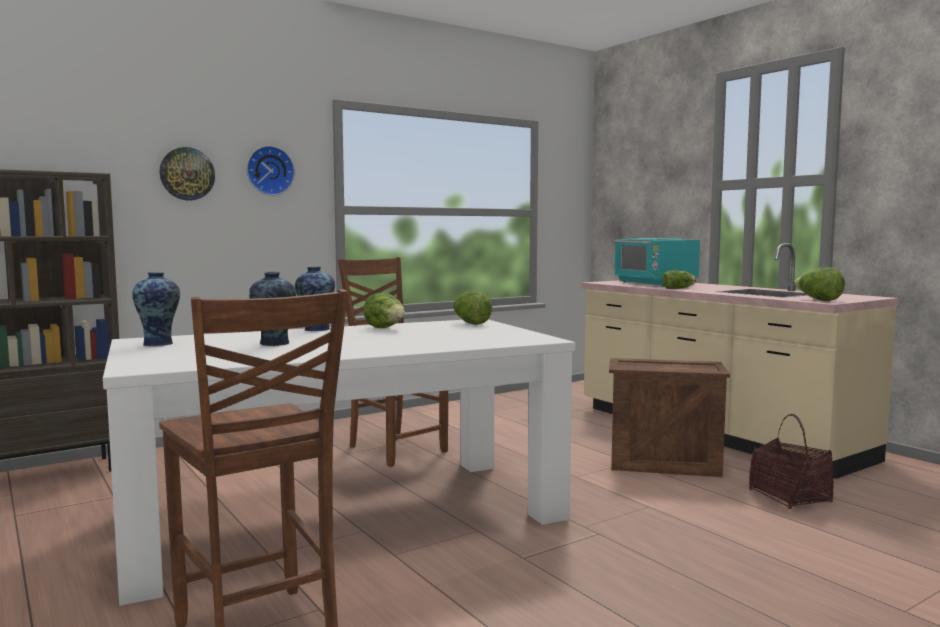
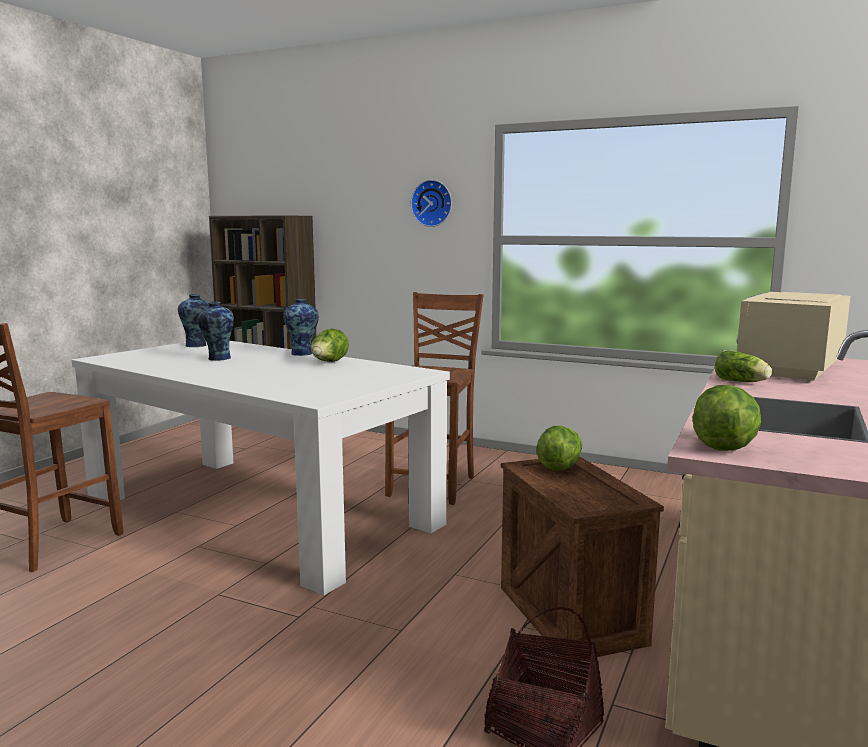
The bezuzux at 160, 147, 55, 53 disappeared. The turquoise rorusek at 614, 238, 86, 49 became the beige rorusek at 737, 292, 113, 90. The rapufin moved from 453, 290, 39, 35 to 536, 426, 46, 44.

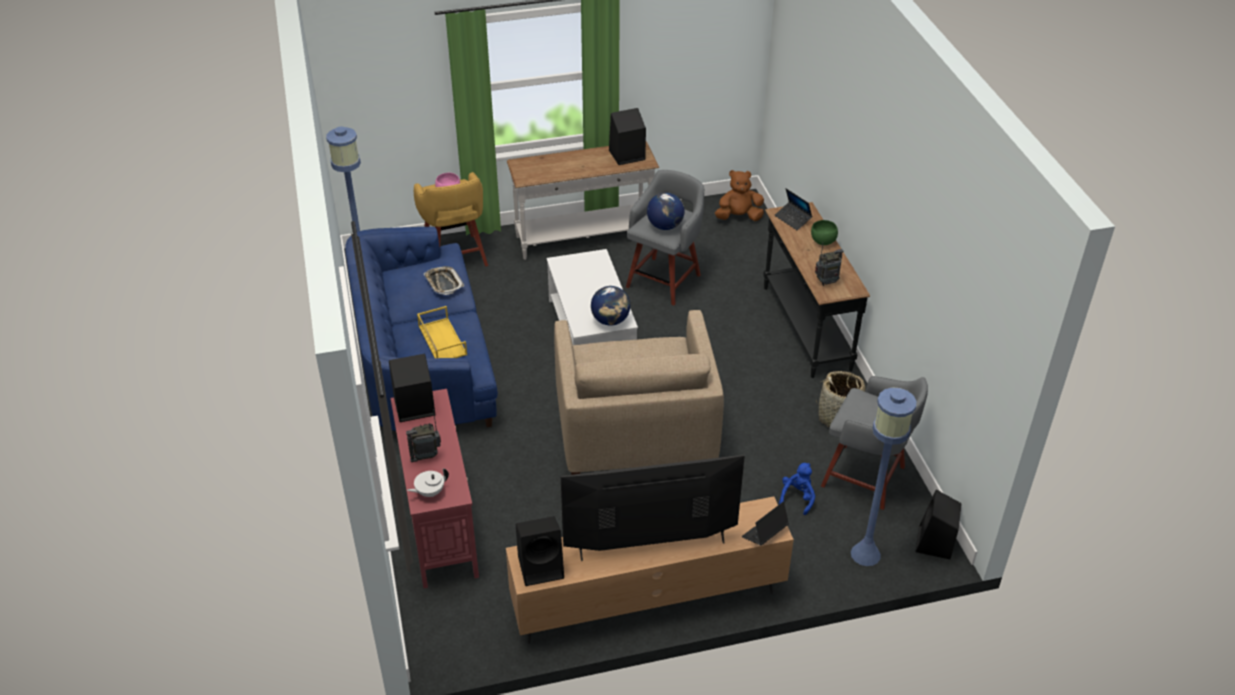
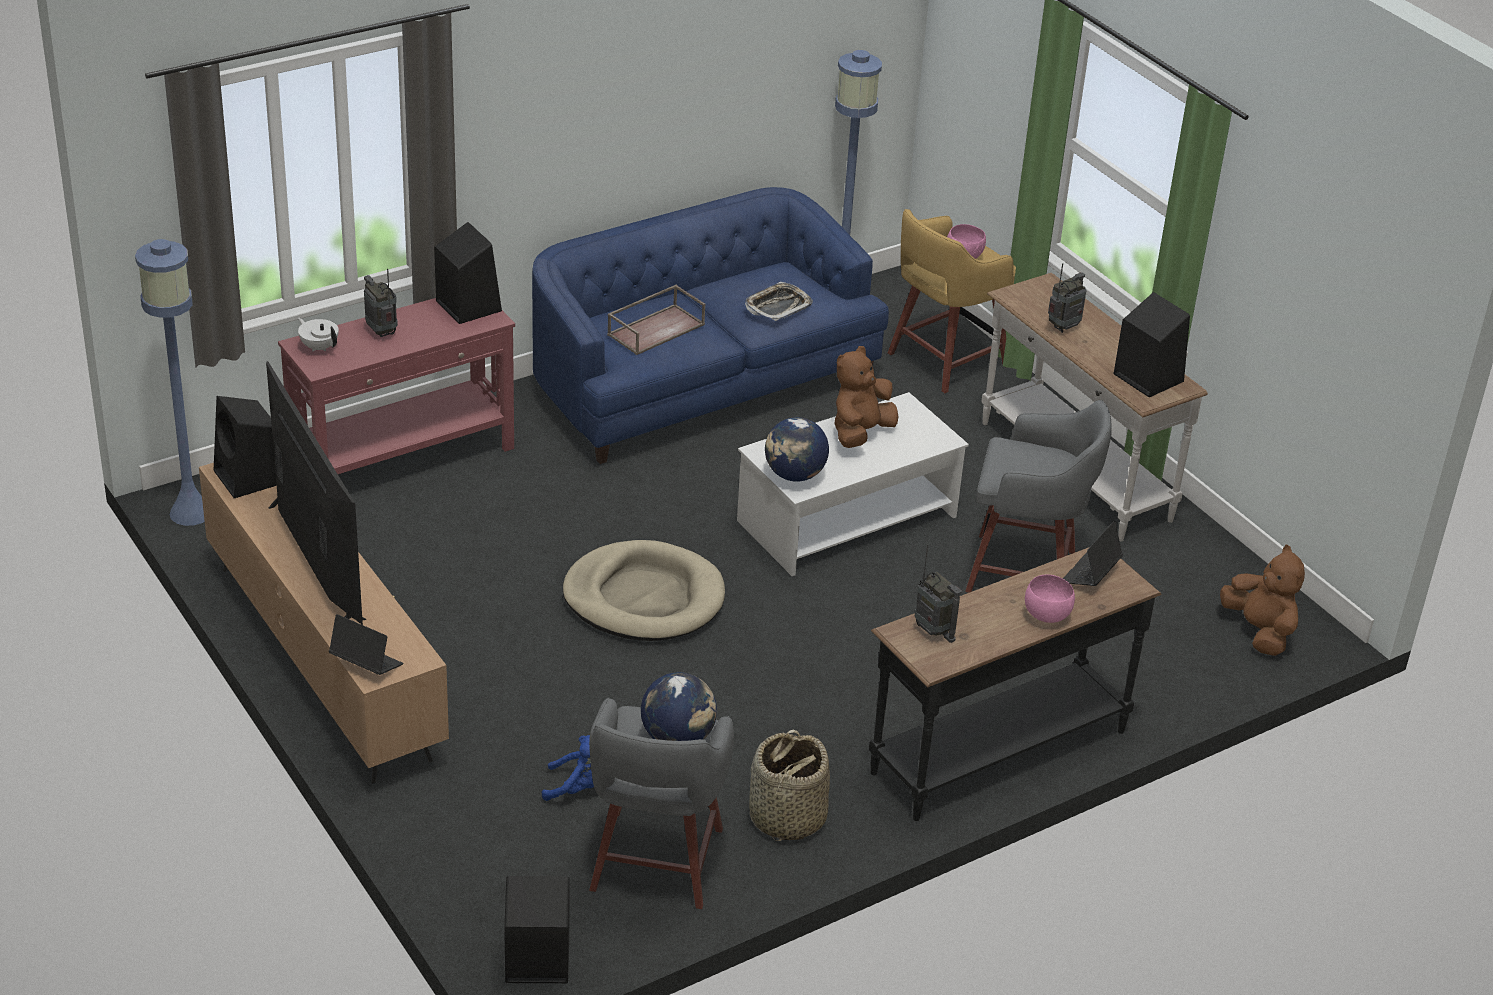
The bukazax moved from 647, 192, 37, 38 to 641, 672, 76, 69. The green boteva at 811, 220, 27, 25 became the pink boteva at 1025, 574, 50, 49. The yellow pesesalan at 417, 306, 50, 52 became the brown pesesalan at 607, 285, 98, 70. The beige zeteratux at 554, 310, 170, 165 was replaced by the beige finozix at 563, 540, 162, 101. The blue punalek moved from 851, 387, 65, 179 to 135, 239, 70, 287. The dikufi at 1048, 263, 38, 70 appeared. The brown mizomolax at 835, 346, 63, 102 appeared.

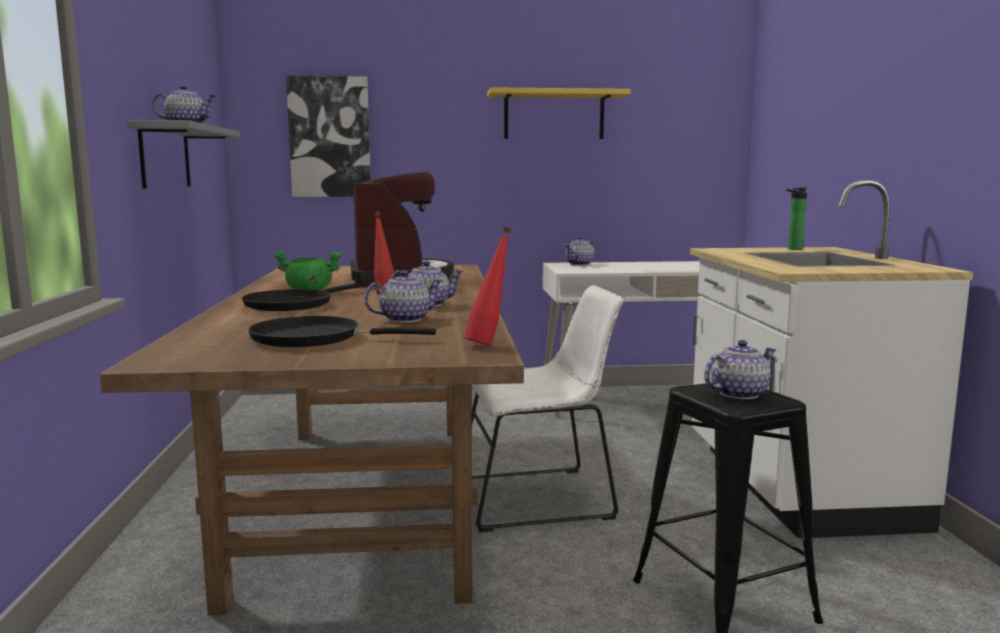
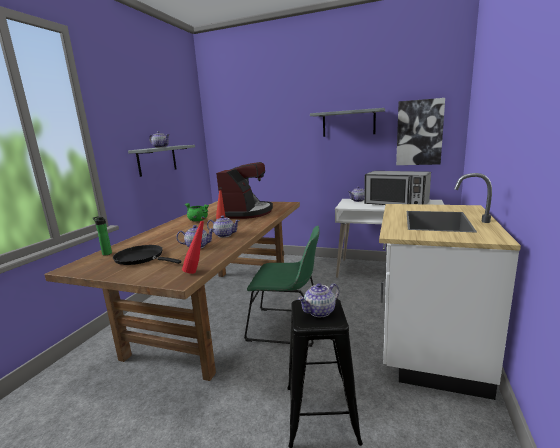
The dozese moved from 286, 76, 85, 121 to 396, 98, 49, 67. The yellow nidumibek at 487, 87, 144, 52 became the grey nidumibek at 310, 108, 75, 29. The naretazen moved from 786, 188, 21, 62 to 93, 217, 19, 38. The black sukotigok at 242, 283, 119, 28 disappeared. The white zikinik at 471, 285, 152, 247 became the green zikinik at 244, 226, 75, 121. The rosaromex at 704, 340, 72, 59 turned 150 degrees clockwise. The rorusek at 364, 171, 67, 34 appeared.

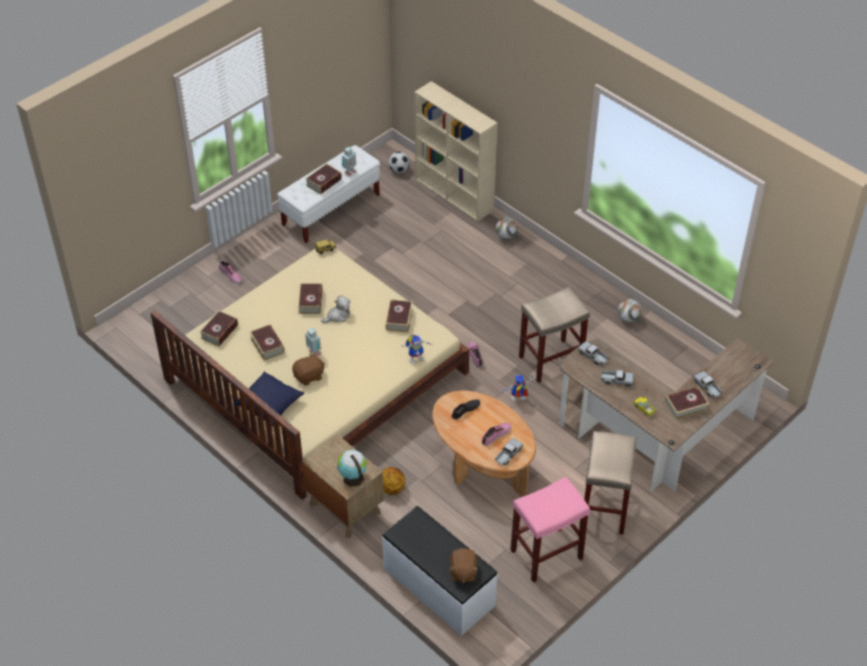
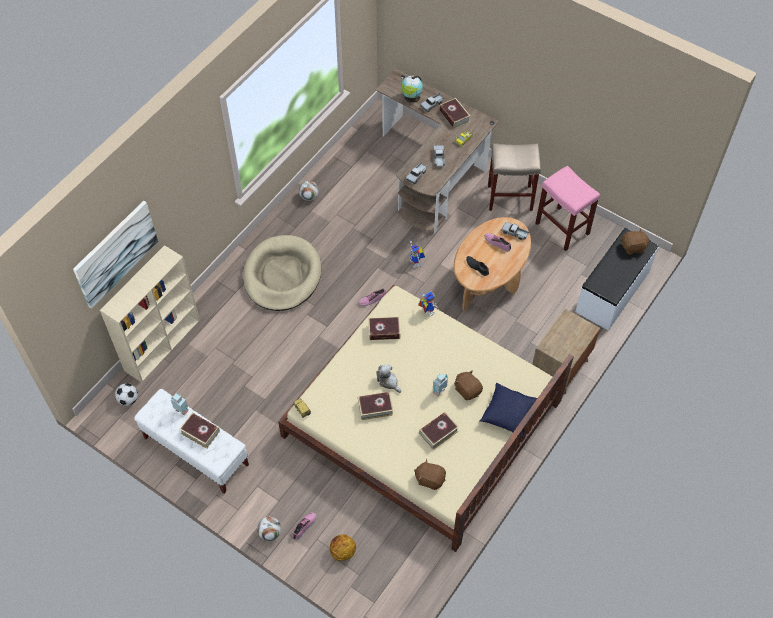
The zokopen moved from 496, 217, 22, 22 to 257, 517, 24, 24. The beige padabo at 519, 287, 71, 96 disappeared. The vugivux at 199, 310, 39, 37 was replaced by the brown mizomolax at 414, 459, 32, 31. The bukazax moved from 337, 450, 30, 37 to 401, 76, 22, 27. The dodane moved from 382, 467, 23, 28 to 330, 534, 26, 27. The dozese at 73, 201, 85, 108 appeared. The beige finozix at 243, 235, 79, 76 appeared.

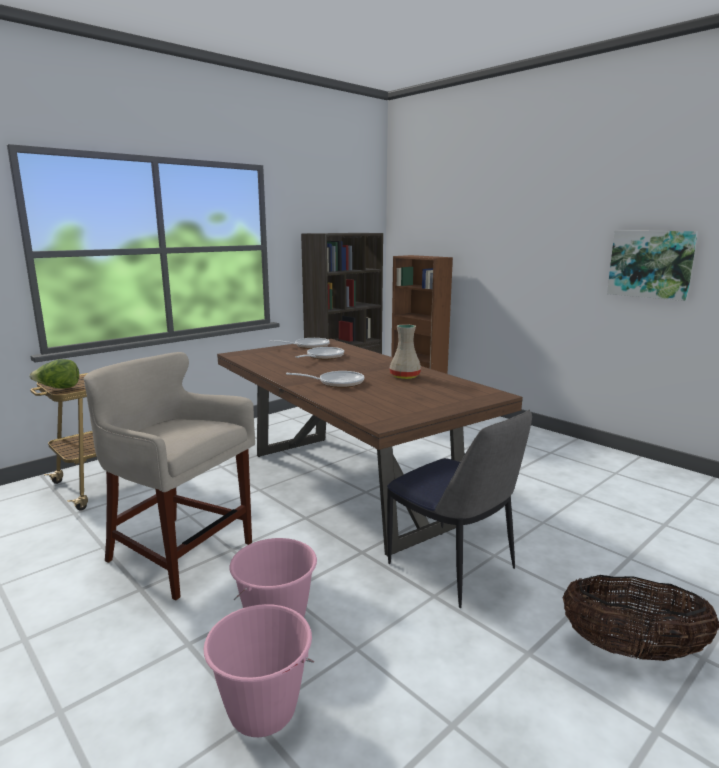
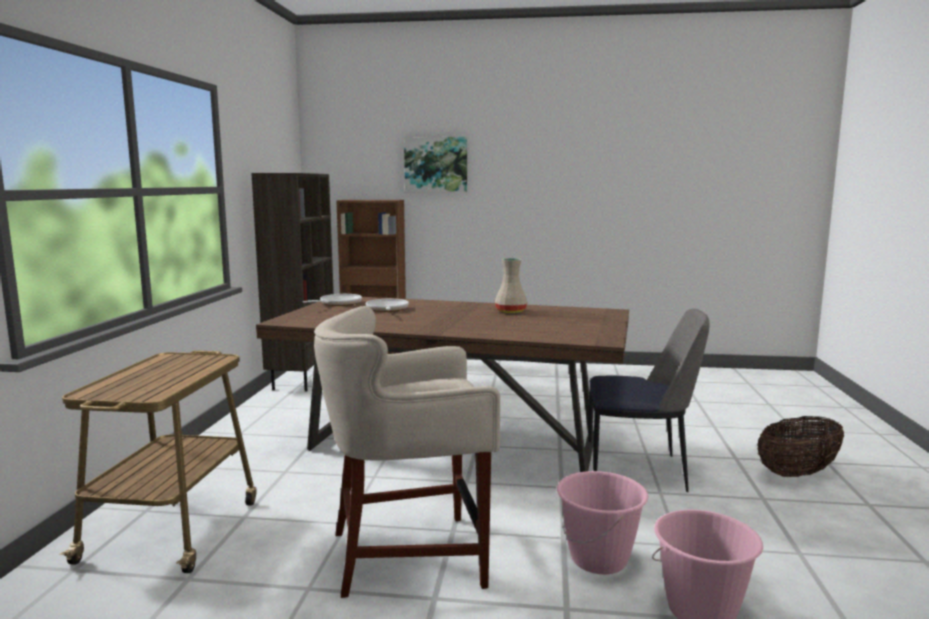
The dozese moved from 607, 231, 91, 70 to 404, 137, 63, 55. The rapufin at 30, 359, 49, 30 disappeared. The sukotigok at 286, 371, 78, 17 disappeared.

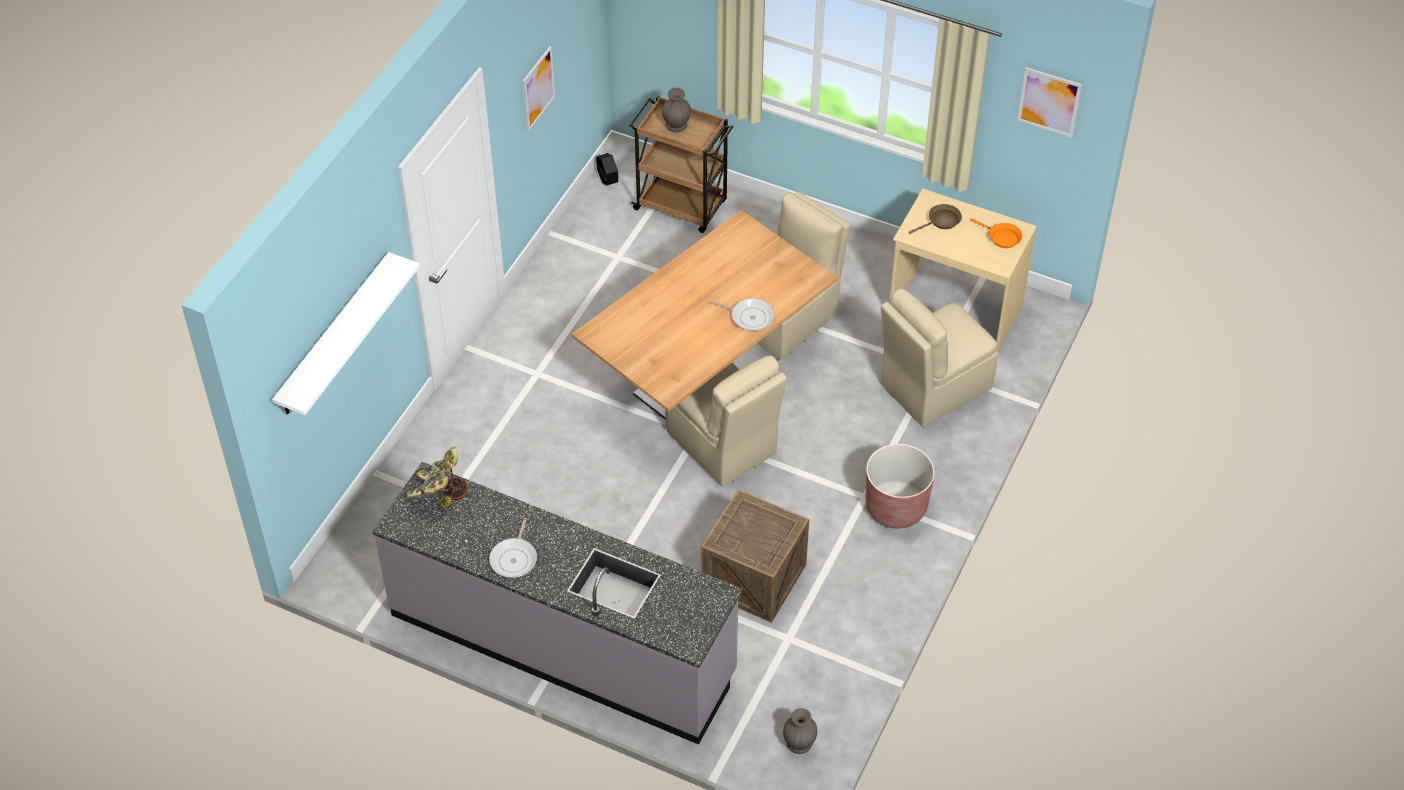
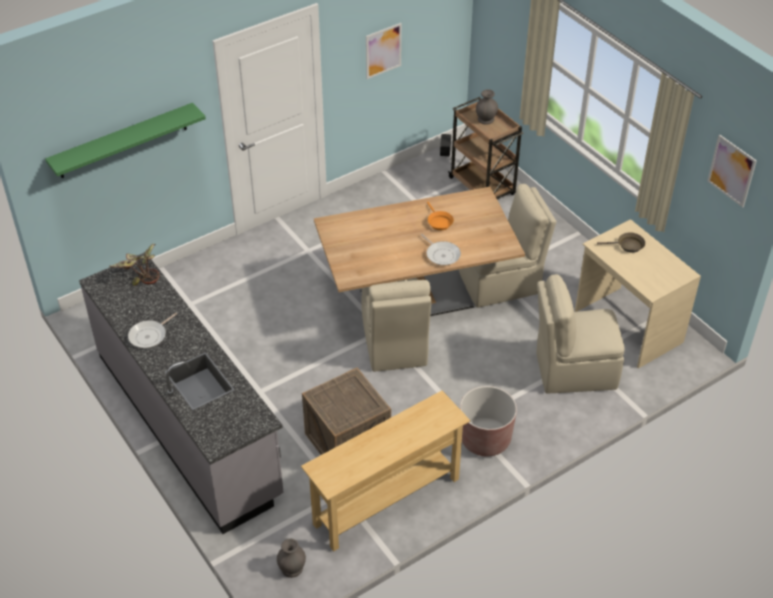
The orange sukotigok moved from 970, 218, 52, 30 to 427, 202, 27, 28. The white nidumibek at 272, 252, 148, 163 became the green nidumibek at 45, 103, 161, 75. The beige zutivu at 301, 390, 169, 161 appeared.

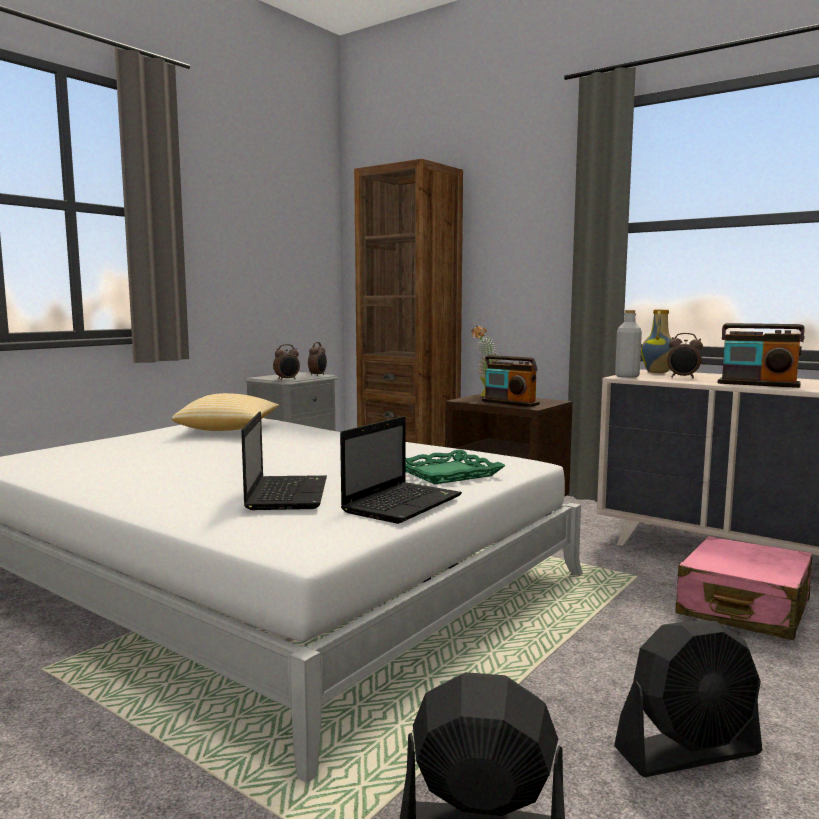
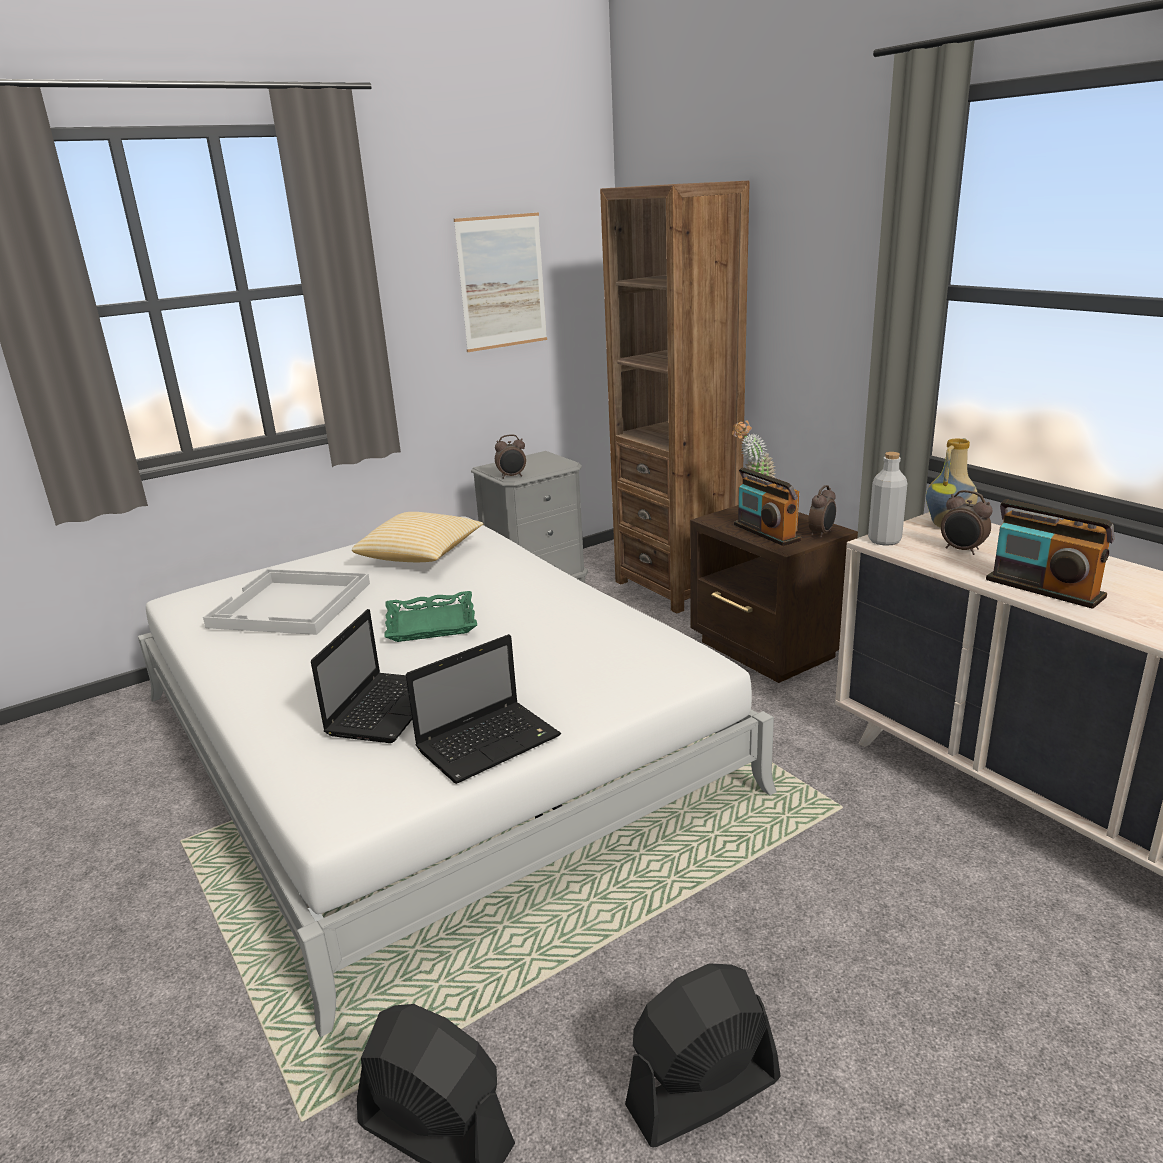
The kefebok moved from 308, 342, 19, 34 to 808, 485, 28, 53. The green pesesalan moved from 406, 450, 100, 34 to 384, 591, 93, 51. The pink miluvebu at 676, 536, 136, 104 disappeared. The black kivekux at 614, 621, 148, 156 turned 150 degrees clockwise. The dozese at 454, 212, 93, 140 appeared. The white pesesalan at 203, 569, 167, 66 appeared.

